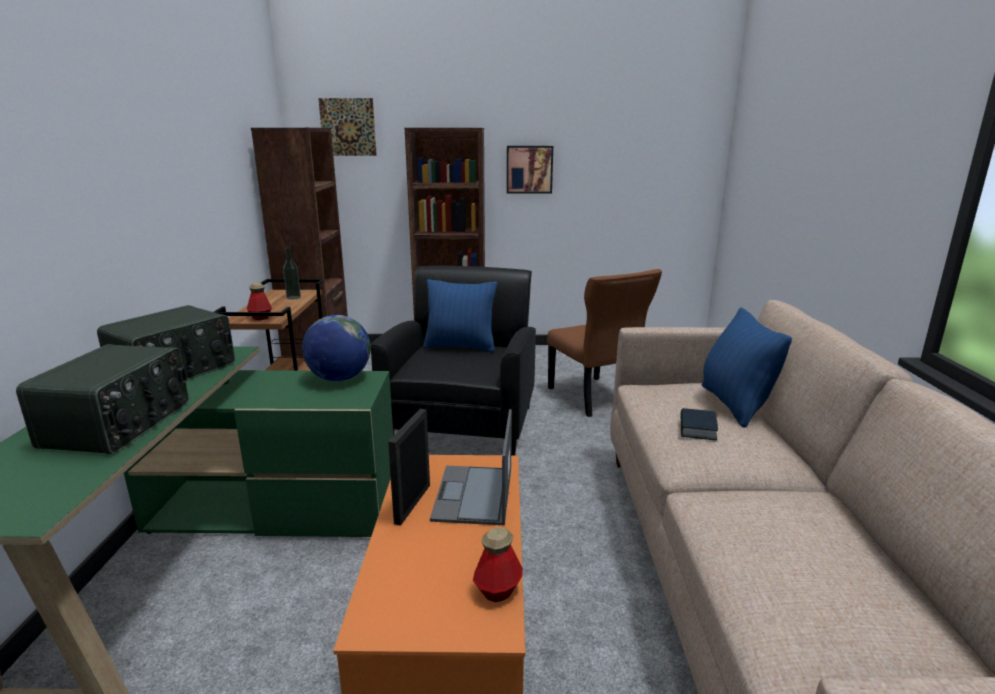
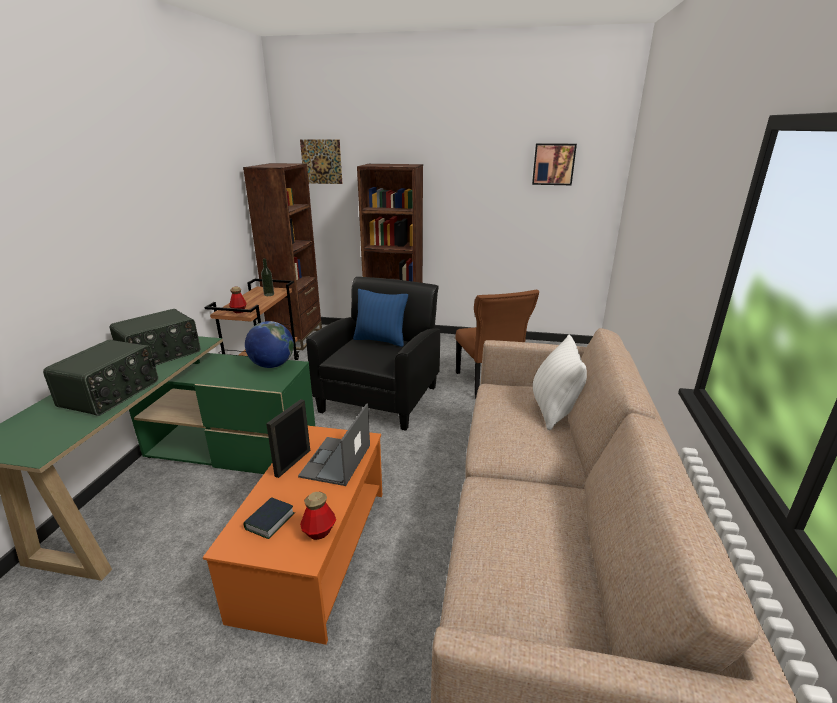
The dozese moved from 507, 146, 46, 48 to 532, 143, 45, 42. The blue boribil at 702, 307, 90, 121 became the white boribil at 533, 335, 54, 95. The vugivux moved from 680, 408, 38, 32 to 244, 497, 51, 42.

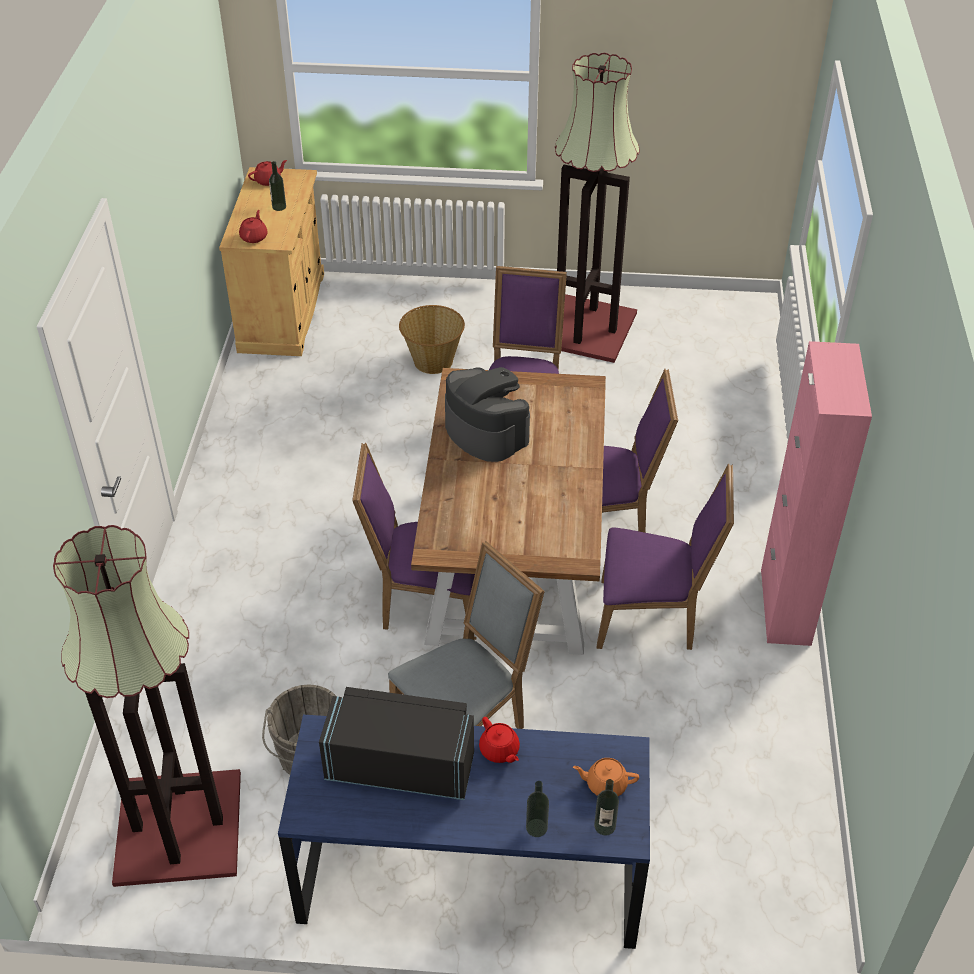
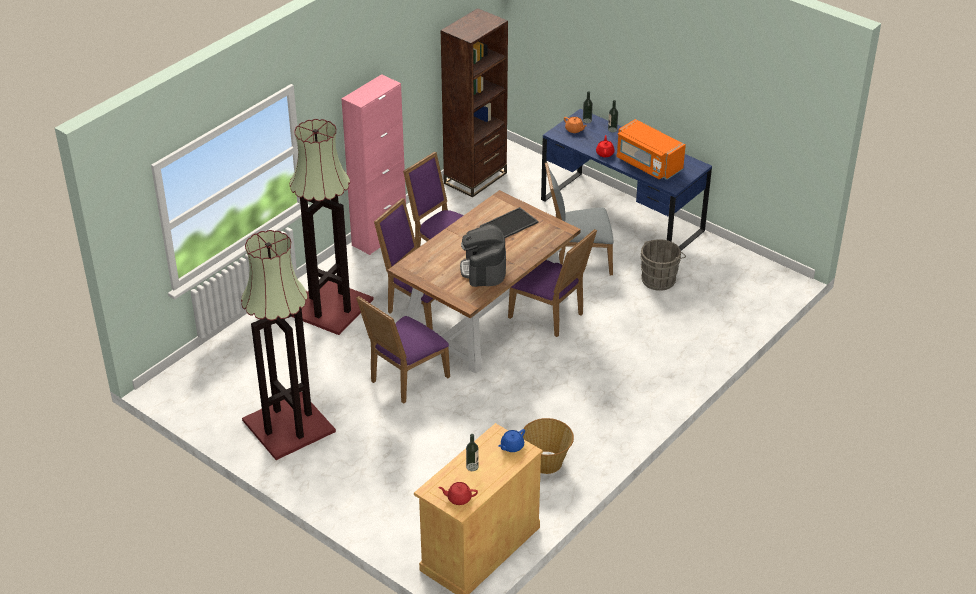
The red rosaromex at 239, 210, 29, 33 became the blue rosaromex at 498, 429, 27, 23. The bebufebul moved from 399, 305, 66, 69 to 521, 418, 53, 56. The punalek moved from 53, 525, 188, 362 to 290, 119, 84, 216. The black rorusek at 319, 687, 155, 113 became the orange rorusek at 616, 119, 70, 61. The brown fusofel at 440, 8, 68, 190 appeared. The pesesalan at 480, 207, 59, 31 appeared.

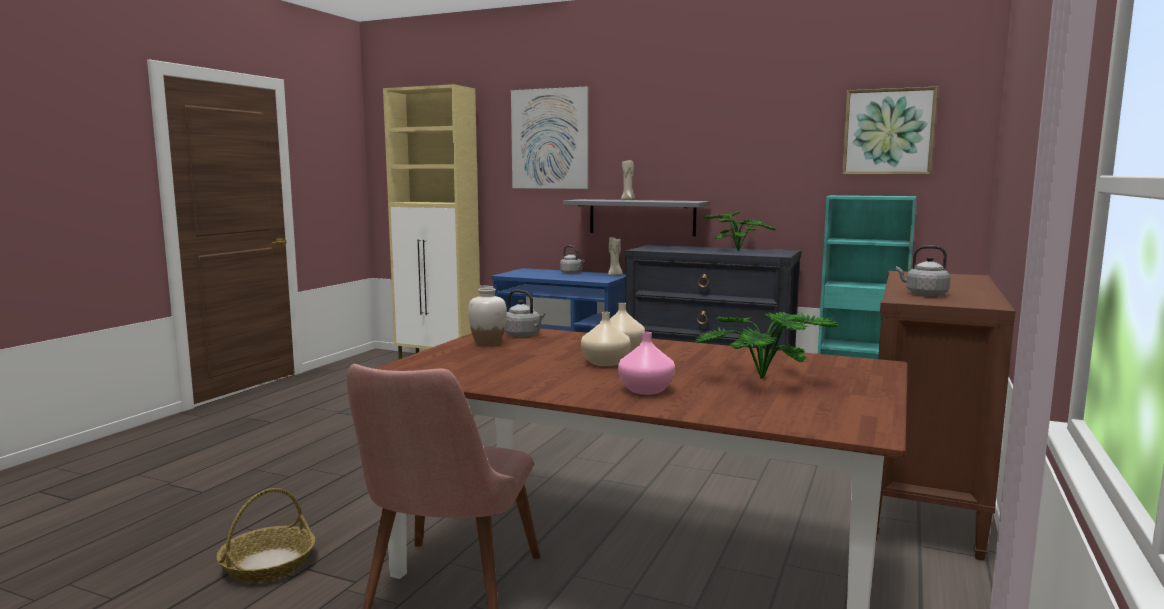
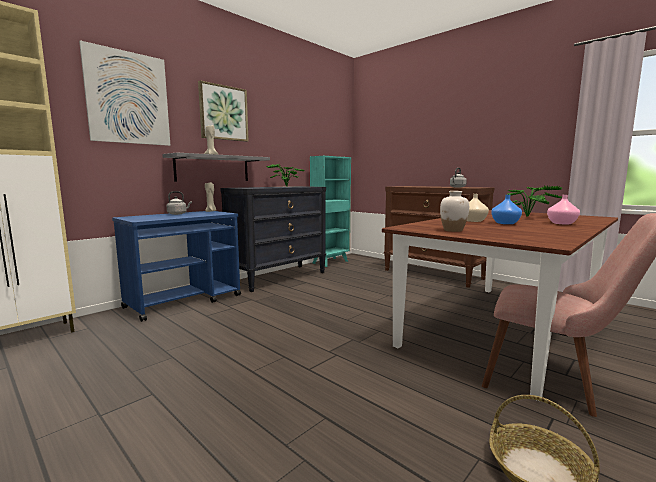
The dozese moved from 842, 86, 96, 89 to 198, 80, 51, 62. The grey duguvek at 504, 290, 42, 47 disappeared. The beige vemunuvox at 581, 312, 50, 54 became the blue vemunuvox at 491, 195, 31, 29.

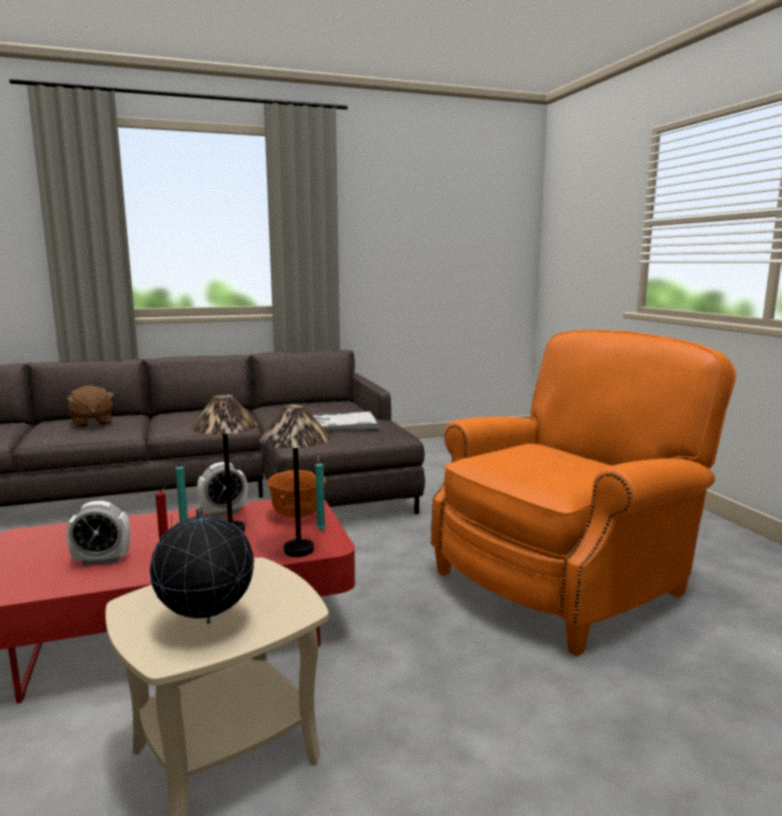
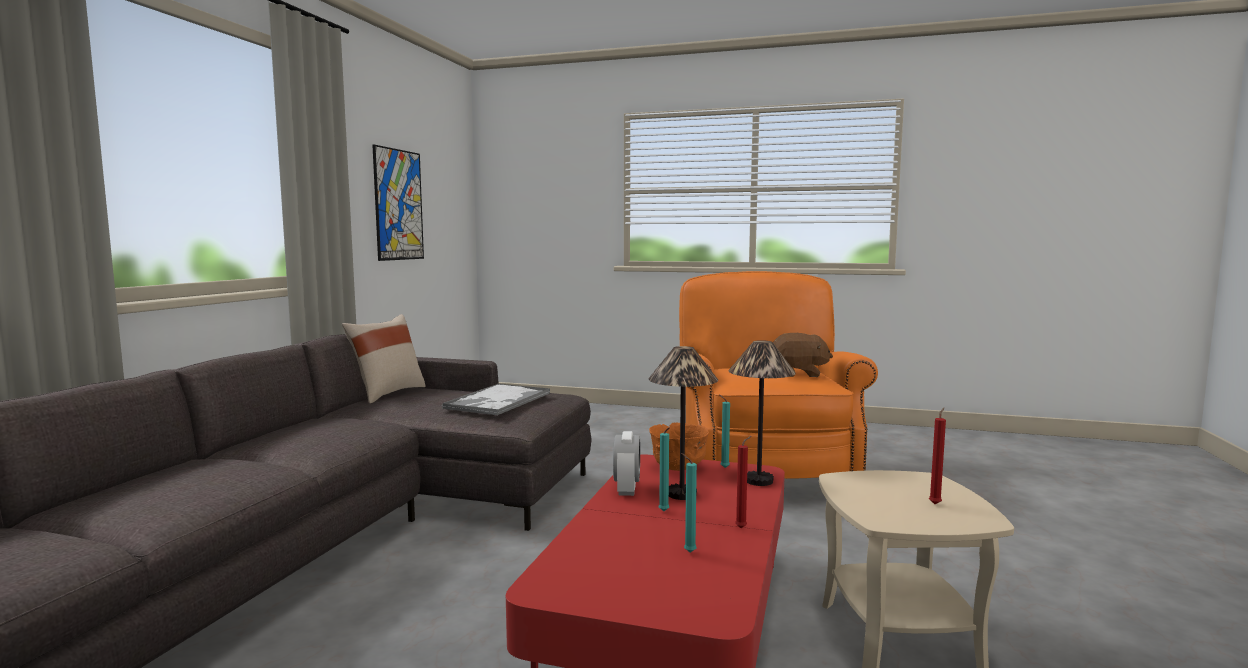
The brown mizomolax moved from 66, 385, 48, 43 to 773, 333, 60, 44. The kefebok at 66, 501, 64, 65 was replaced by the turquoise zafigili at 681, 453, 16, 100. The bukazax at 150, 506, 105, 118 was replaced by the red zafigili at 929, 408, 17, 96. The dozese at 372, 145, 52, 116 appeared. The beige boribil at 342, 314, 84, 89 appeared.

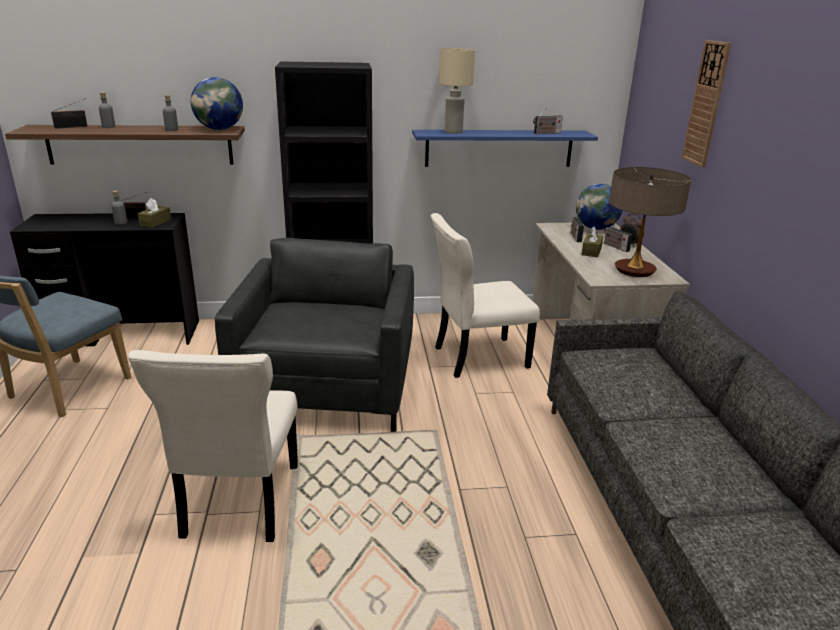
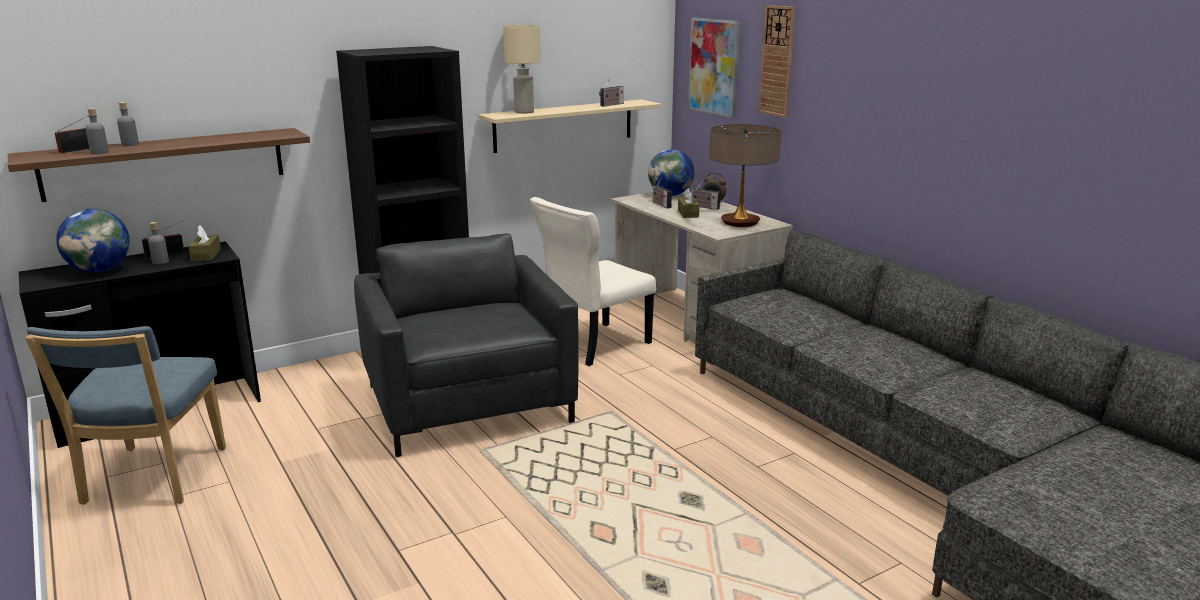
The bukazax moved from 191, 77, 52, 53 to 56, 209, 74, 64. The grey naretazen moved from 163, 95, 15, 36 to 86, 108, 23, 46. The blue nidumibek at 412, 130, 186, 37 became the beige nidumibek at 478, 99, 183, 54. The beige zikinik at 128, 350, 170, 192 disappeared. The dozese at 688, 18, 52, 100 appeared.

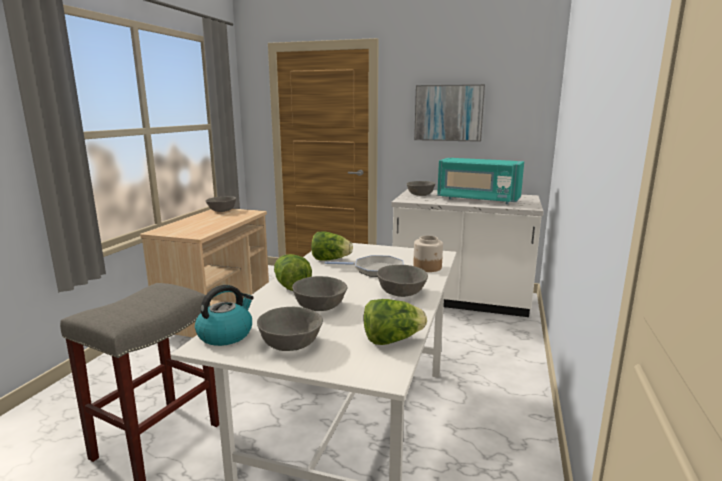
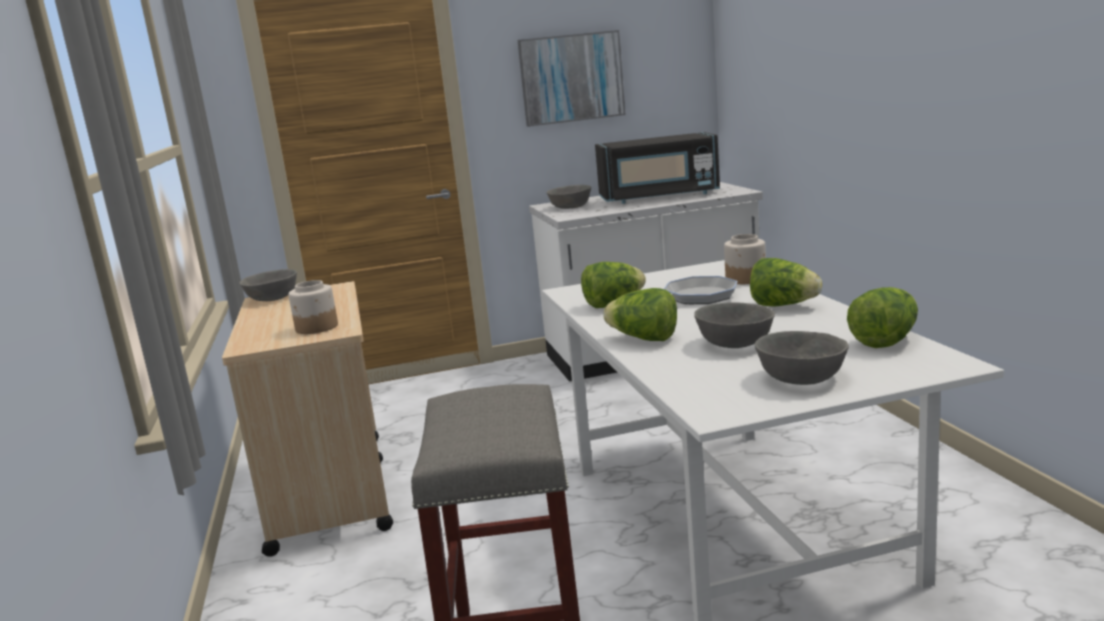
The turquoise rorusek at 437, 158, 87, 46 became the black rorusek at 595, 132, 125, 72. The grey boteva at 377, 265, 51, 32 was replaced by the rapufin at 750, 258, 72, 49. The duguvek at 195, 285, 59, 61 disappeared. The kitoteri at 288, 280, 50, 54 appeared.

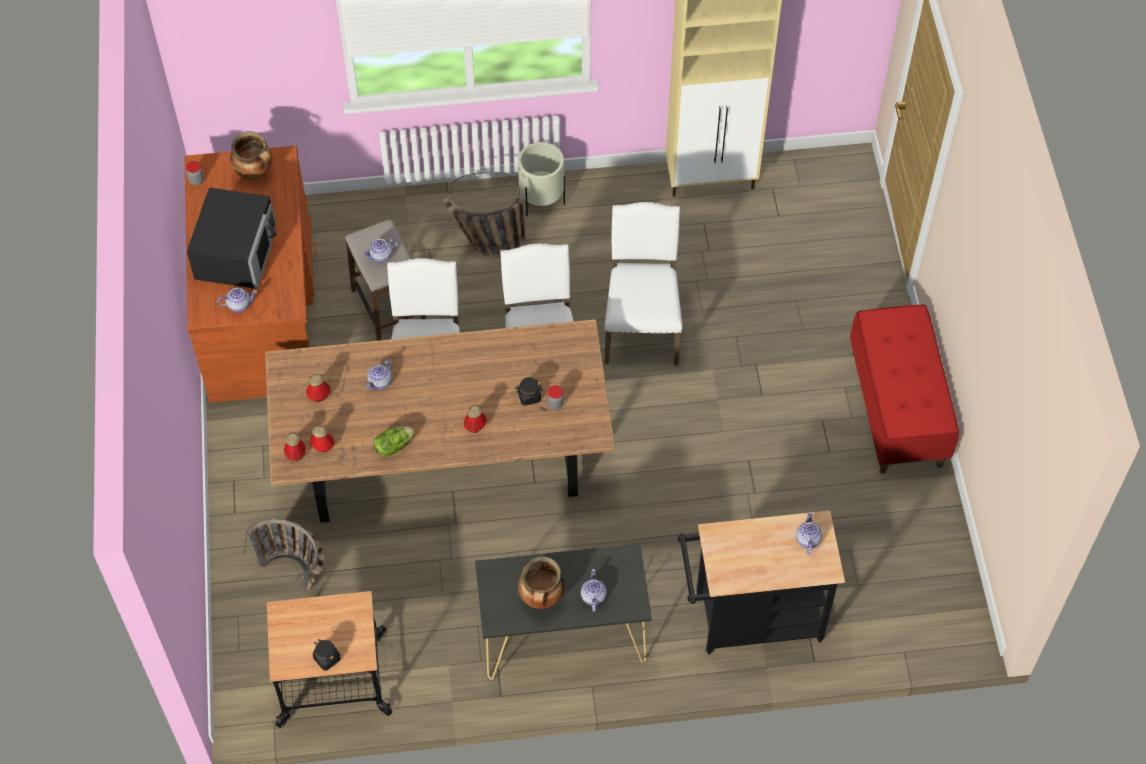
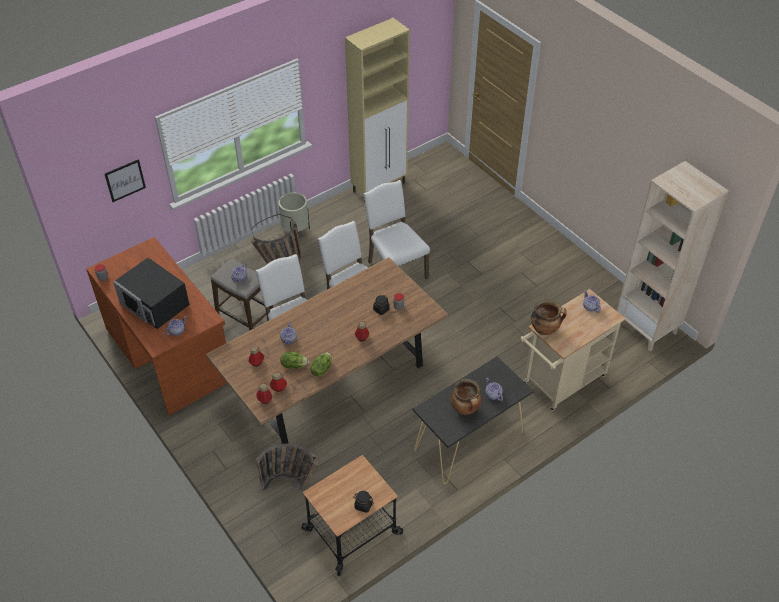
The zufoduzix moved from 230, 131, 43, 50 to 531, 300, 35, 35. The black rorusek at 187, 187, 89, 102 turned 150 degrees clockwise. The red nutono at 850, 304, 109, 170 disappeared. The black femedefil at 678, 511, 167, 143 became the beige femedefil at 520, 289, 105, 122. The dozese at 105, 159, 41, 43 appeared. The beige fusofel at 617, 161, 112, 191 appeared. The rapufin at 280, 351, 29, 18 appeared.

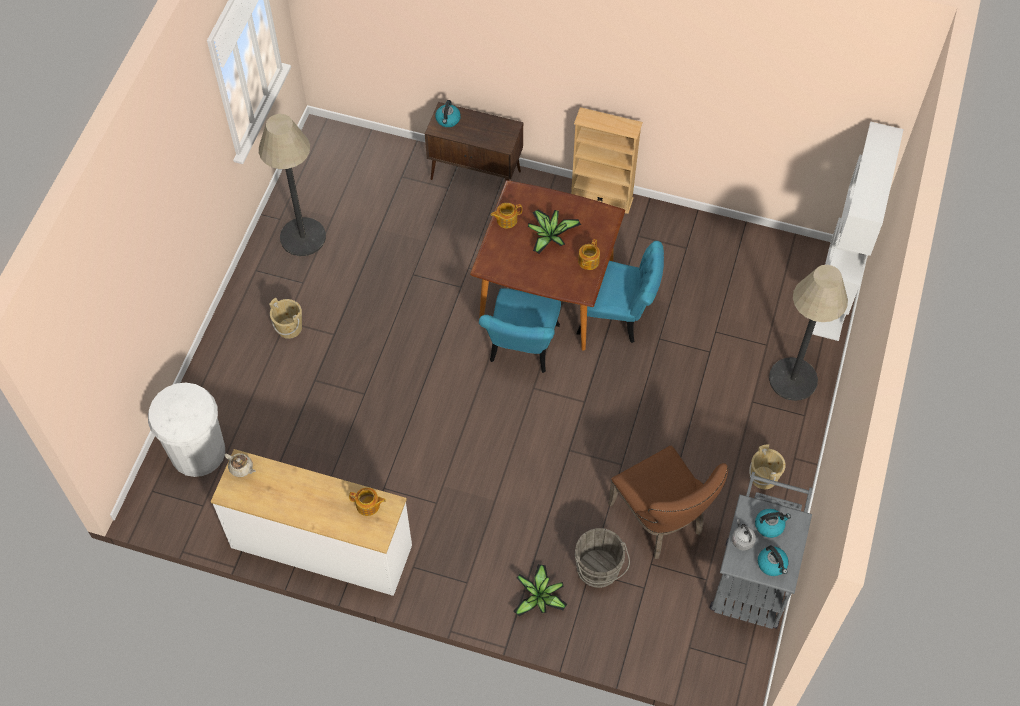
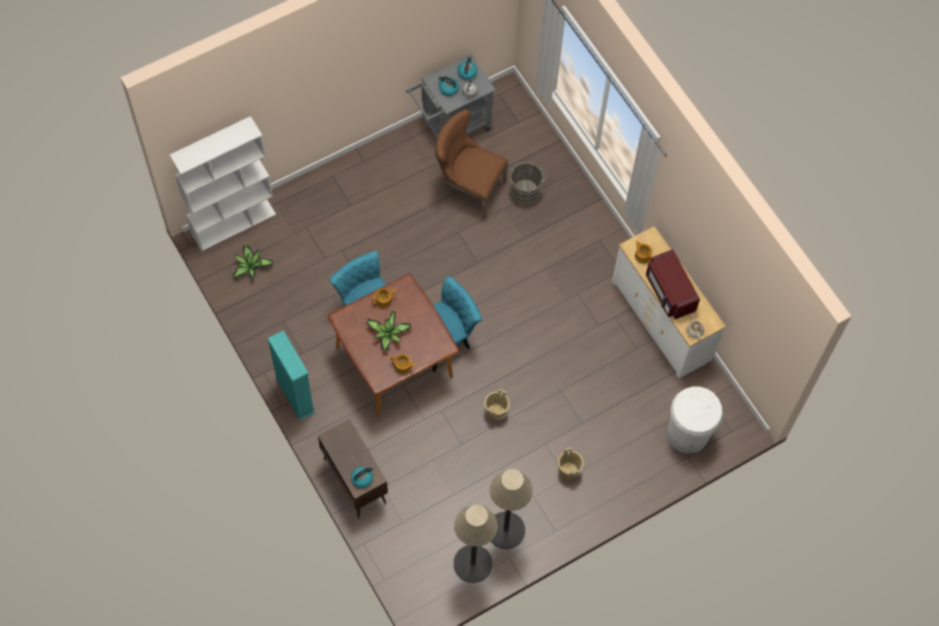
The beige fusofel at 571, 107, 72, 107 became the turquoise fusofel at 267, 331, 48, 89. The punalek moved from 769, 265, 79, 136 to 453, 505, 45, 78. The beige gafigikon moved from 749, 444, 37, 45 to 484, 389, 26, 32. The brown zikinik at 608, 446, 120, 113 turned 75 degrees counterclockwise. The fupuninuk moved from 513, 564, 55, 52 to 232, 245, 41, 34. The red rorusek at 646, 249, 54, 70 appeared.

